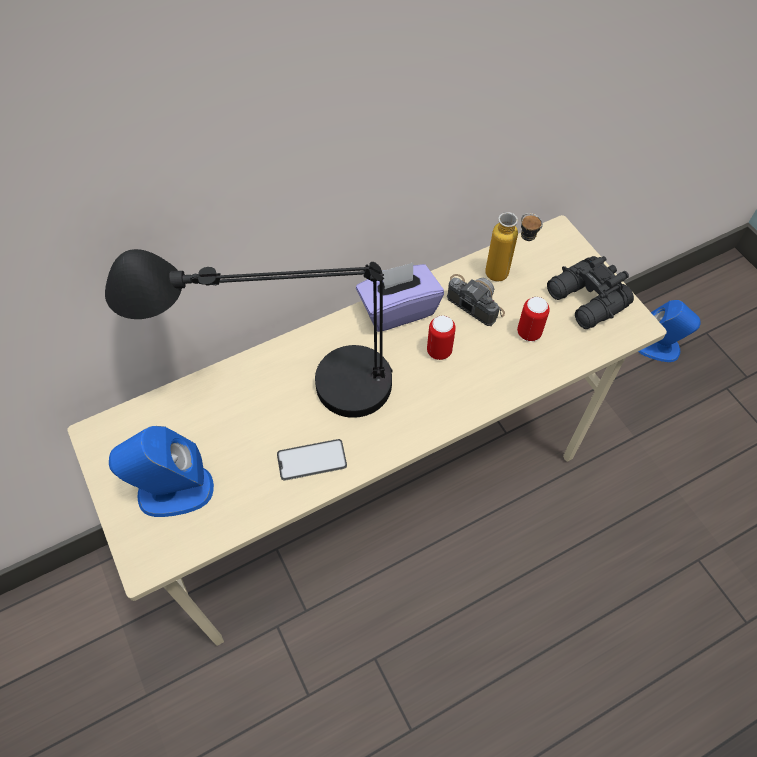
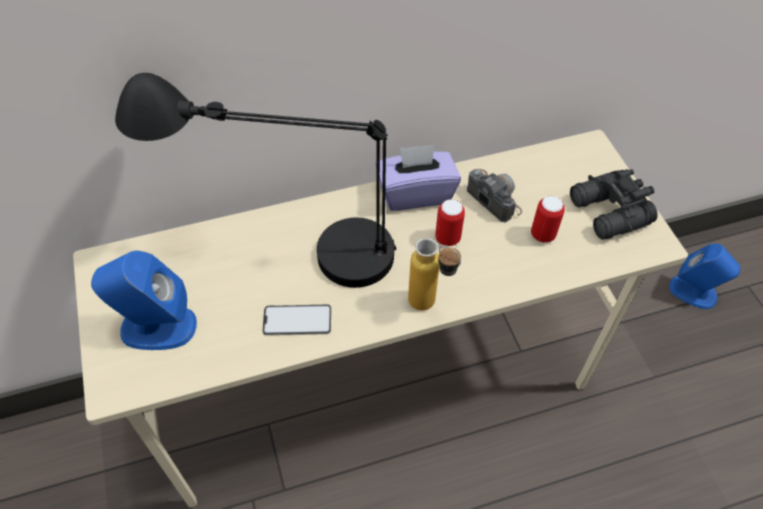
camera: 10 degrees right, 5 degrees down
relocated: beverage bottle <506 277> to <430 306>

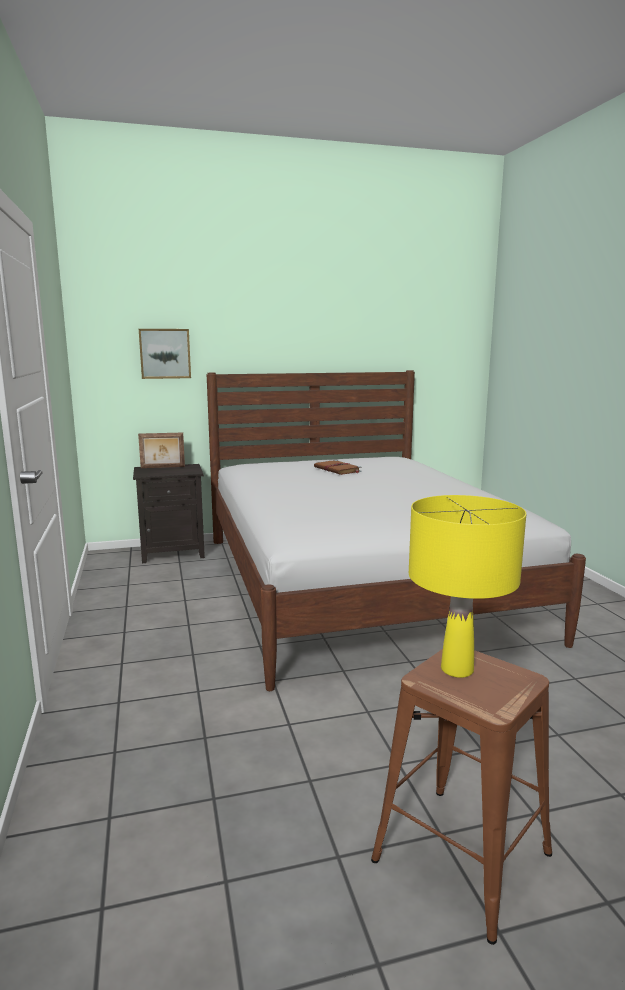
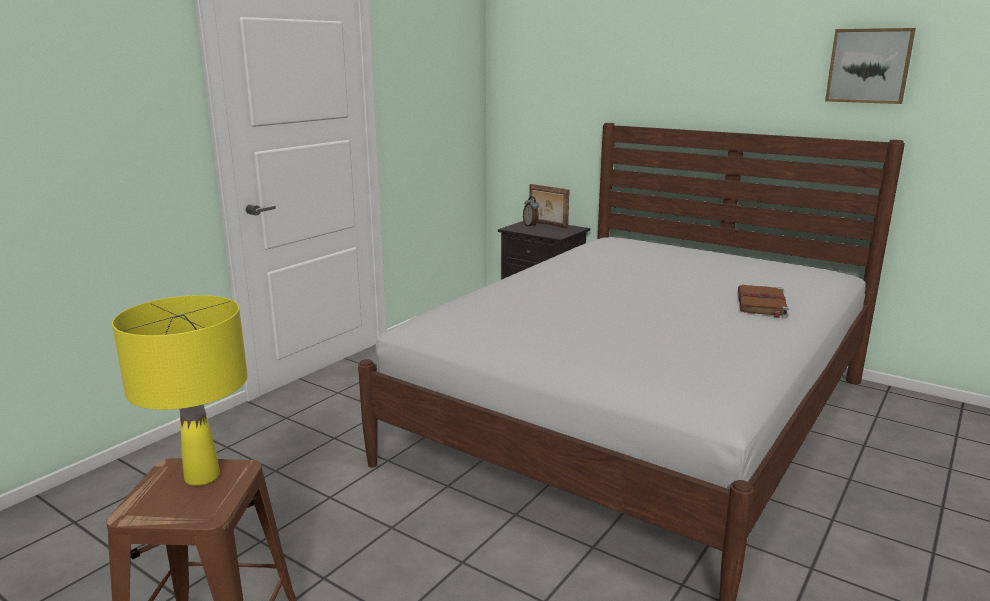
camera: 50 degrees right, 5 degrees up
appeared: bedside clock <531 226>
relocated: wall picture <165 353> to <869 66>; brownish book <338 470> to <761 304>

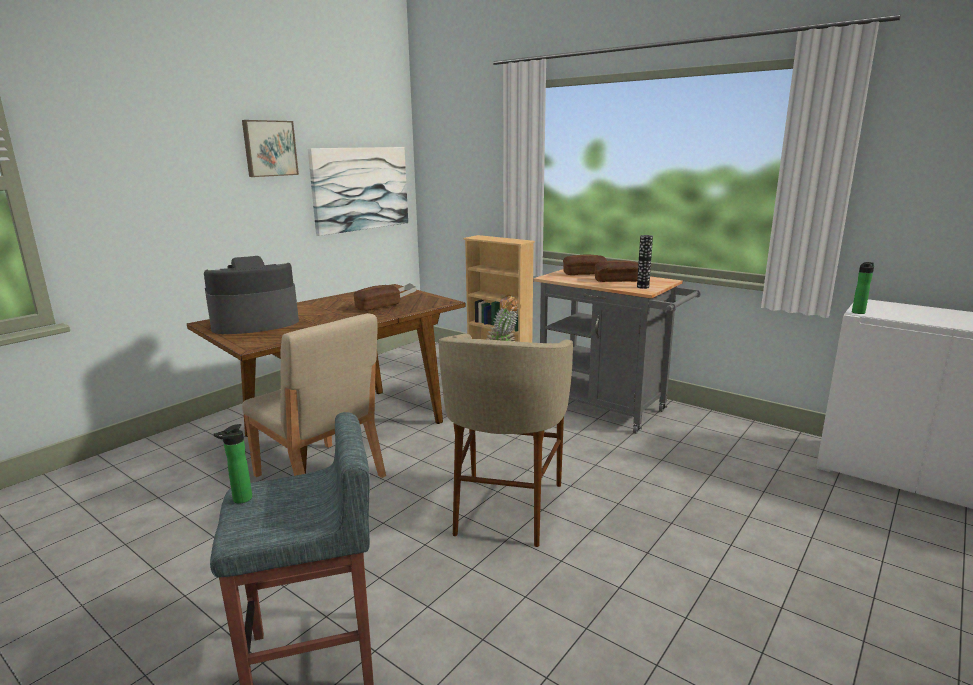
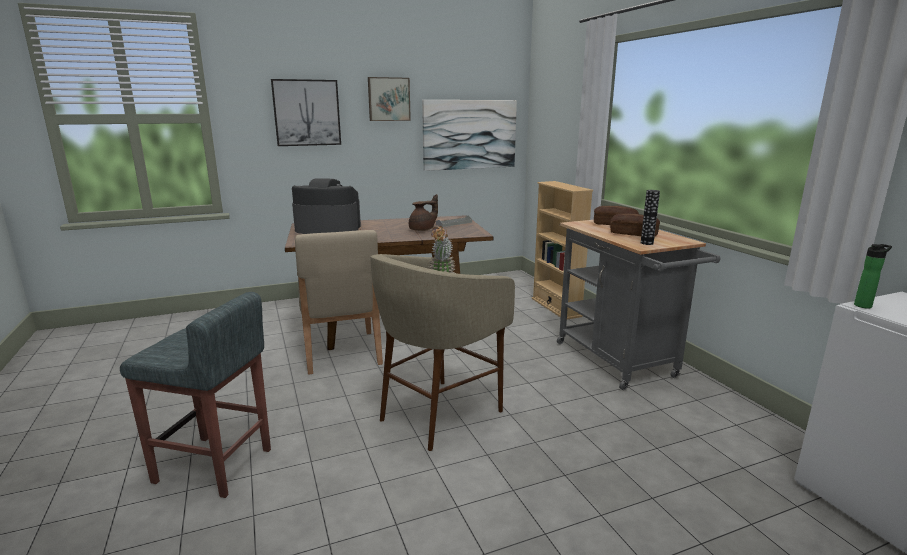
camera: 30 degrees right, 0 degrees up
missing: beverage bottle <240 500>
appeared: wall picture <307 113>
exchanged: baked bread <377 306> to brownish tea pot <423 230>

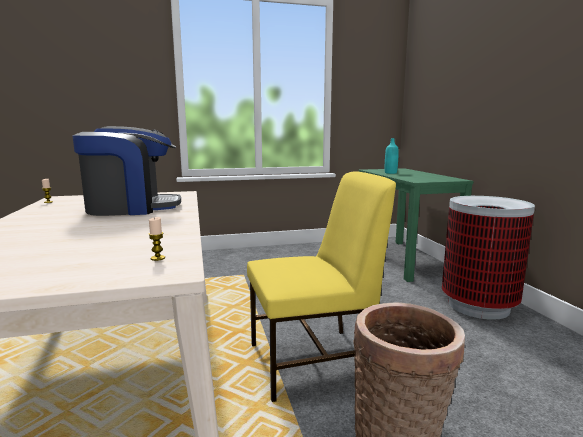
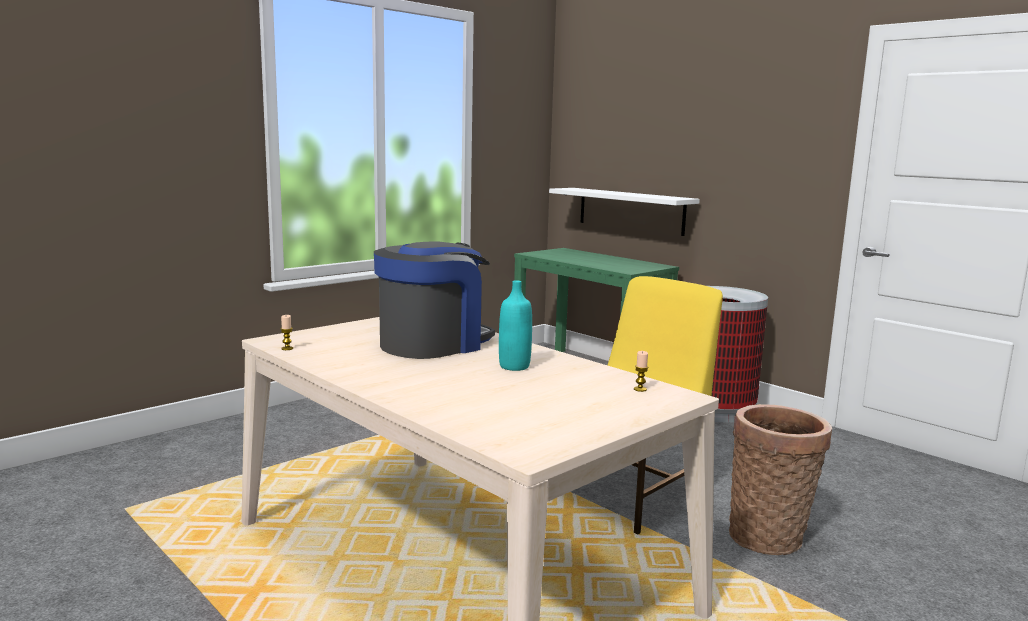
camera: 30 degrees left, 0 degrees up
appeared: white-coloured bracket shelf <630 210>
relocated: blue-green beverage bottle <390 173> to <514 366>

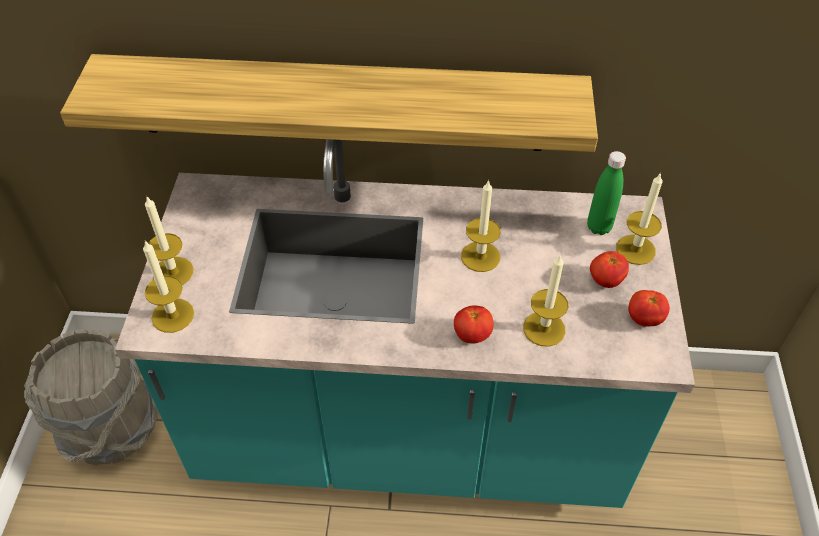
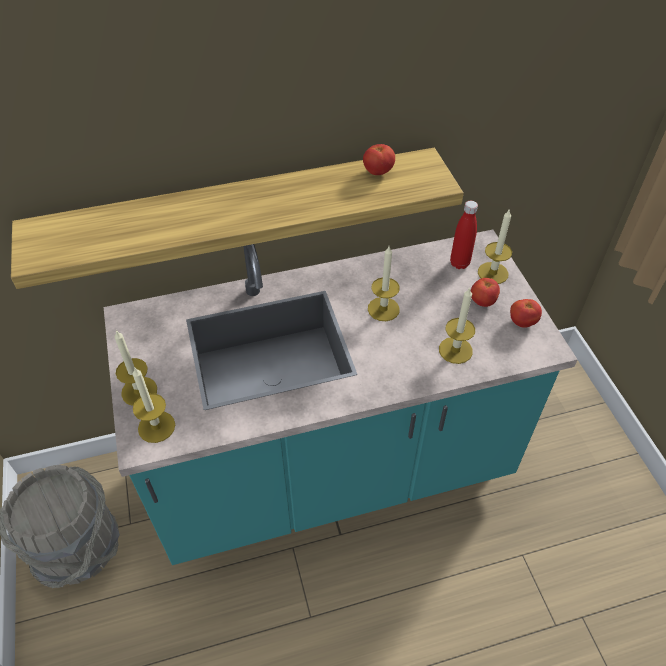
camera: 20 degrees left, 0 degrees up
relocated: fresh tomato <472 335> to <378 172>
colour: green beverage bottle <599 227> to red beverage bottle <459 263>

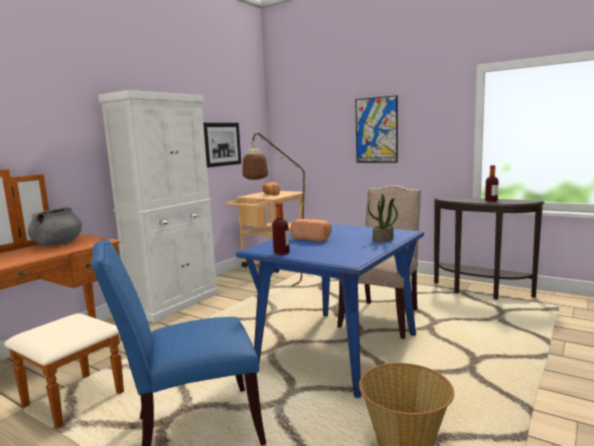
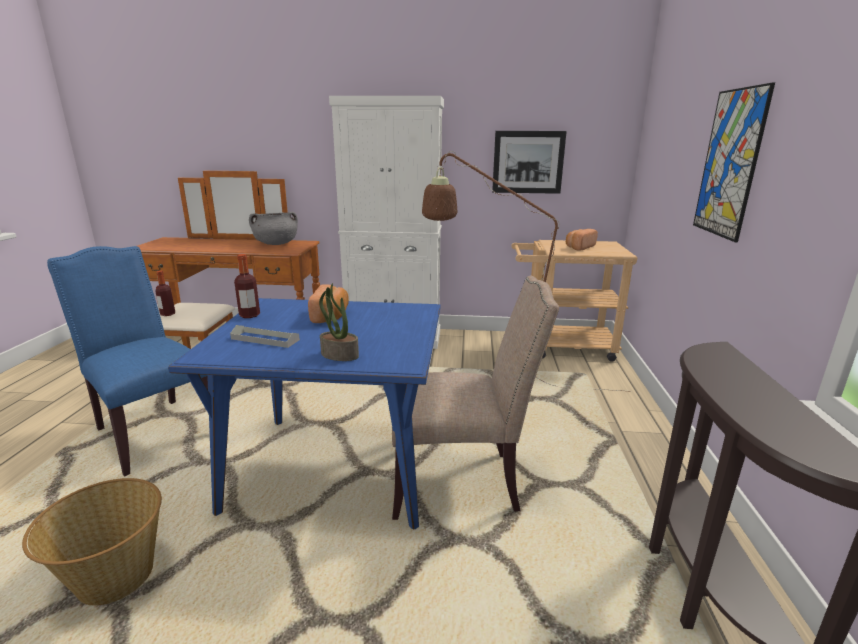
camera: 60 degrees right, 10 degrees up
appeared: greyish carrying tray <265 339>
relocated: beverage bottle <491 201> to <168 314>

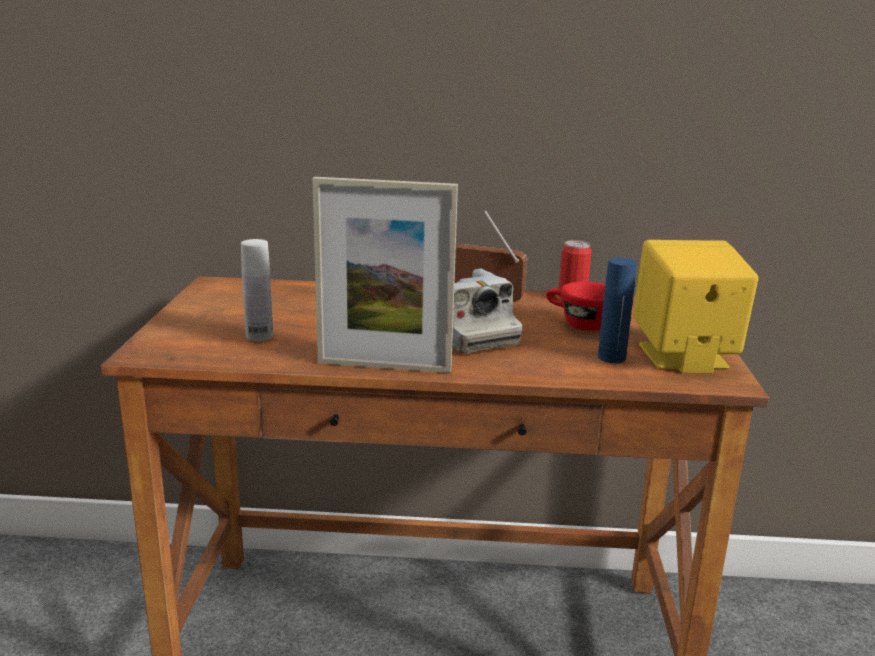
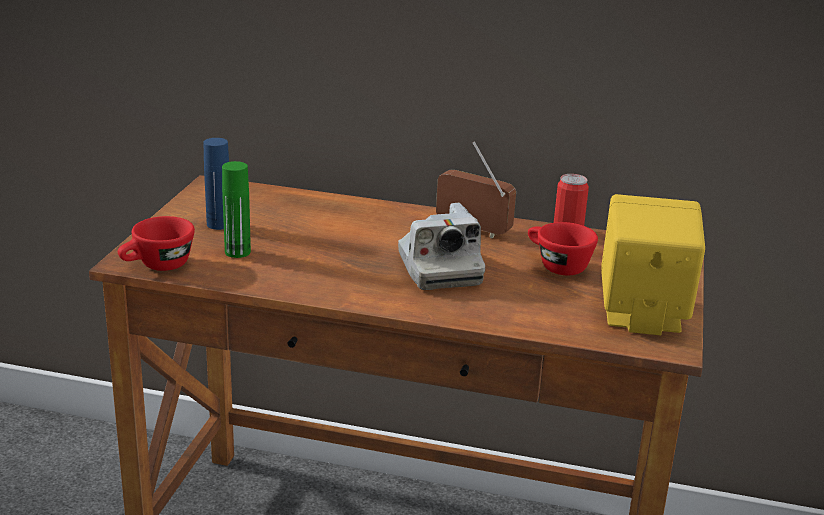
camera: 10 degrees right, 5 degrees up
missing: picture frame <384 366>
appeared: red drinking cup <157 266>
relocated: blue beverage bottle <611 357> to <219 224>
colour: white-coloured beverage bottle <259 336> to green beverage bottle <237 252>

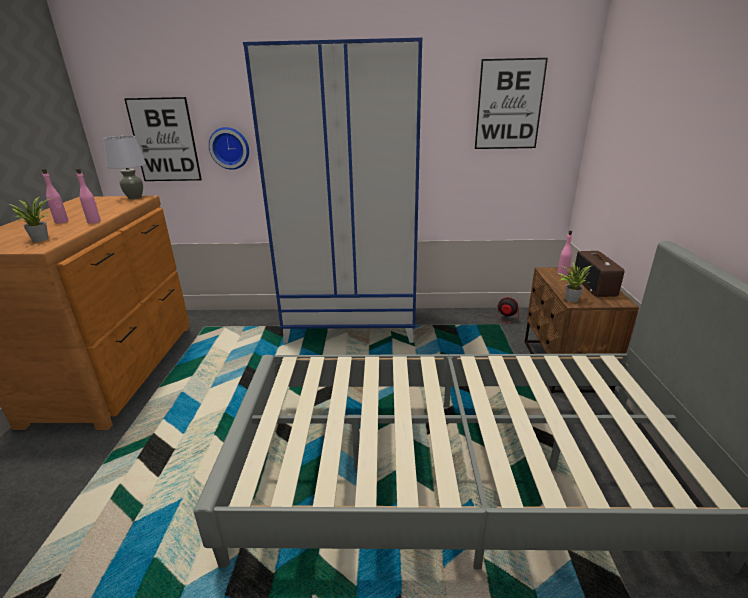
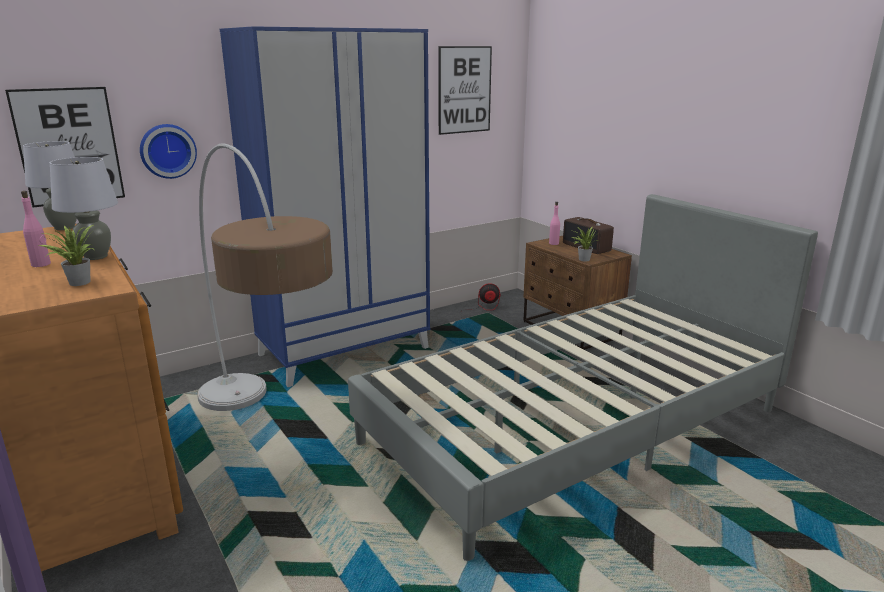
camera: 35 degrees left, 5 degrees down
appeared: standing lamp <266 436>
exchanged: pinkish beverage bottle <94 221> to greyish lamp for a table <96 257>

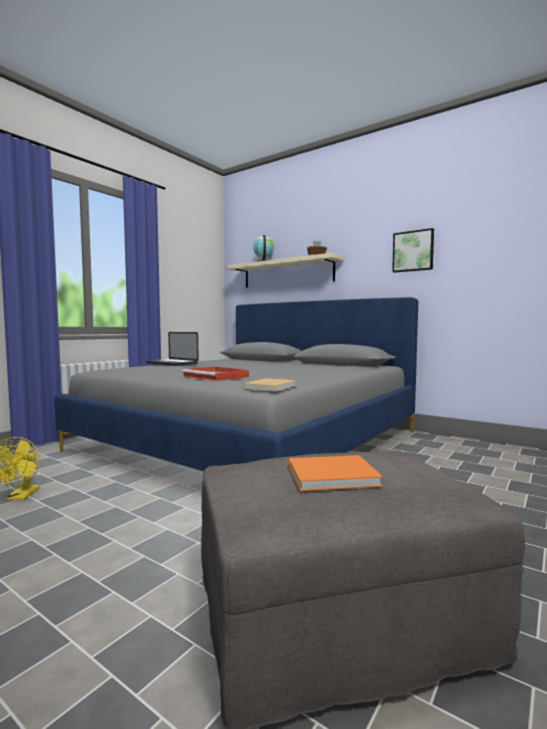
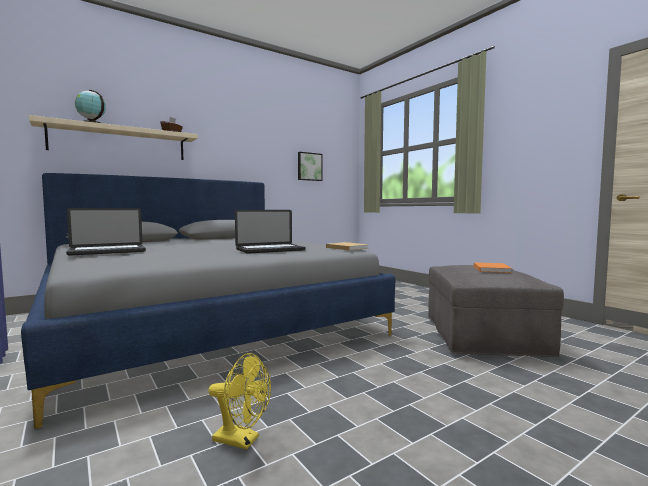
camera: 70 degrees left, 0 degrees up
relocated: wall picture <413 251> to <309 166>
exchanged: red carrying tray <216 376> to portable computer <270 250>

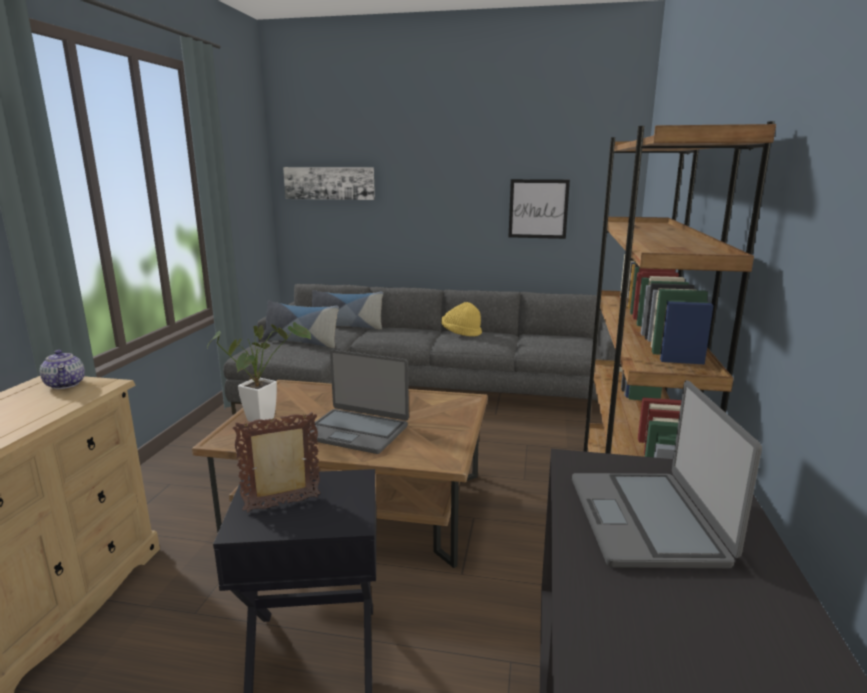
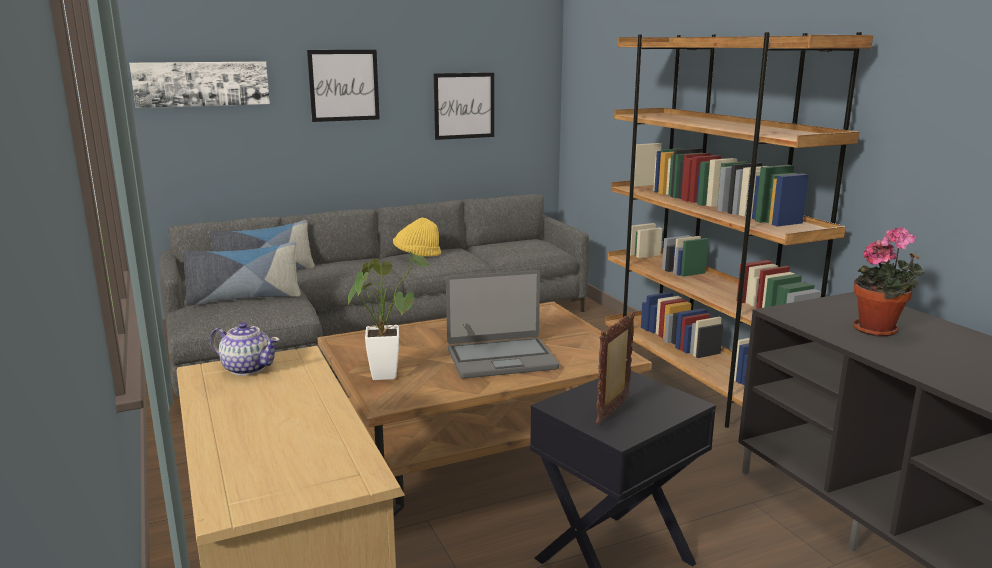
camera: 35 degrees left, 0 degrees up
appeared: wall picture <344 85>
exchanged: portable computer <647 520> to houseplant <879 330>

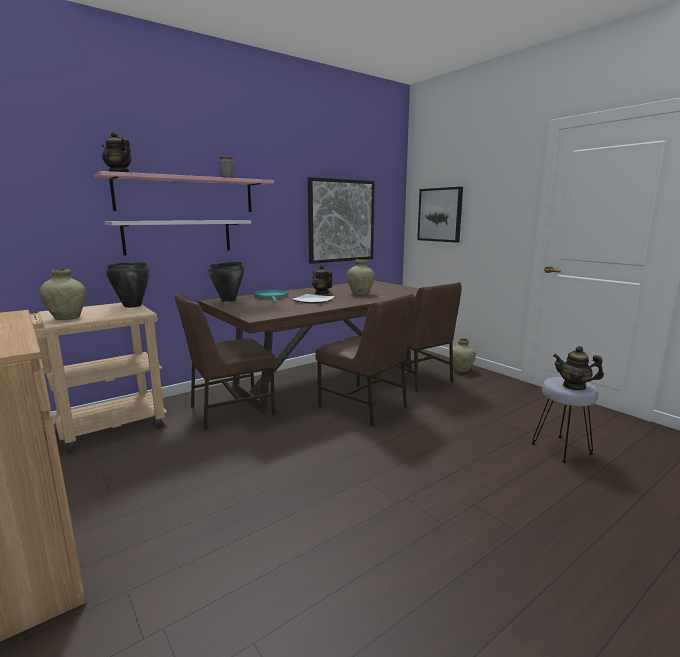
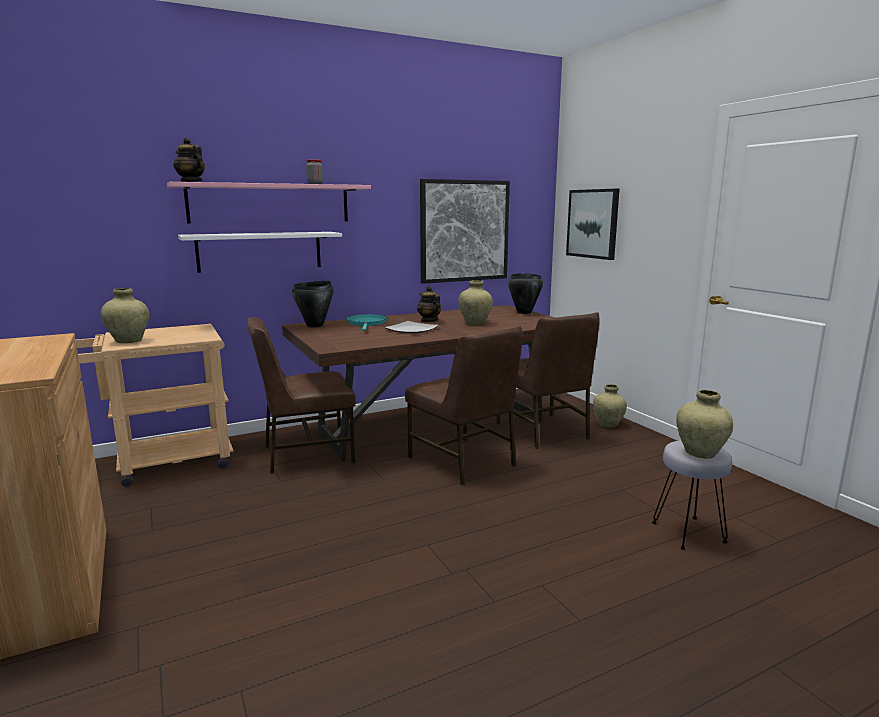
camera: 10 degrees right, 0 degrees up
relocated: black stockpot <132 306> to <523 312>
exchanged: tea pot <574 386> to beige vase <700 453>

